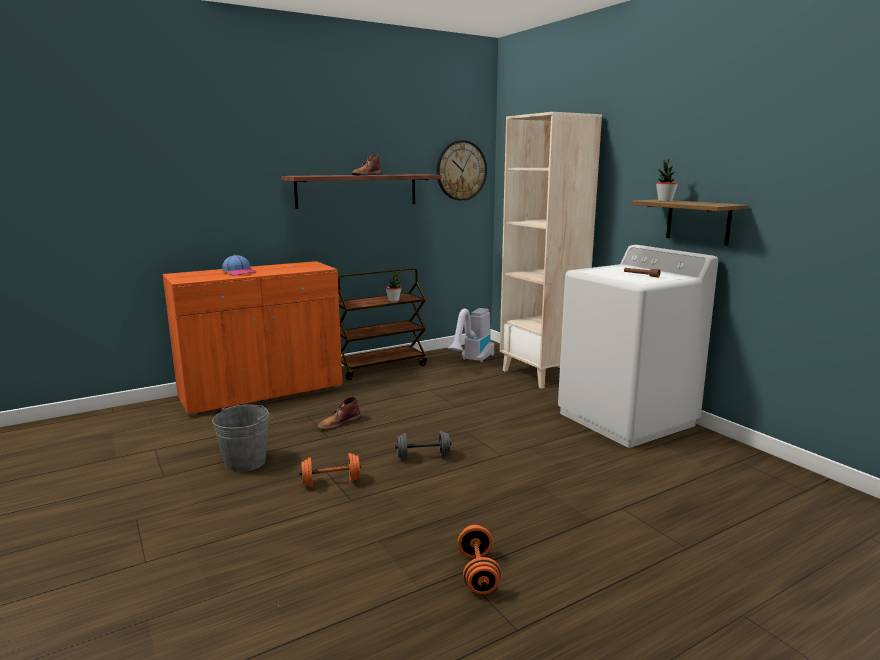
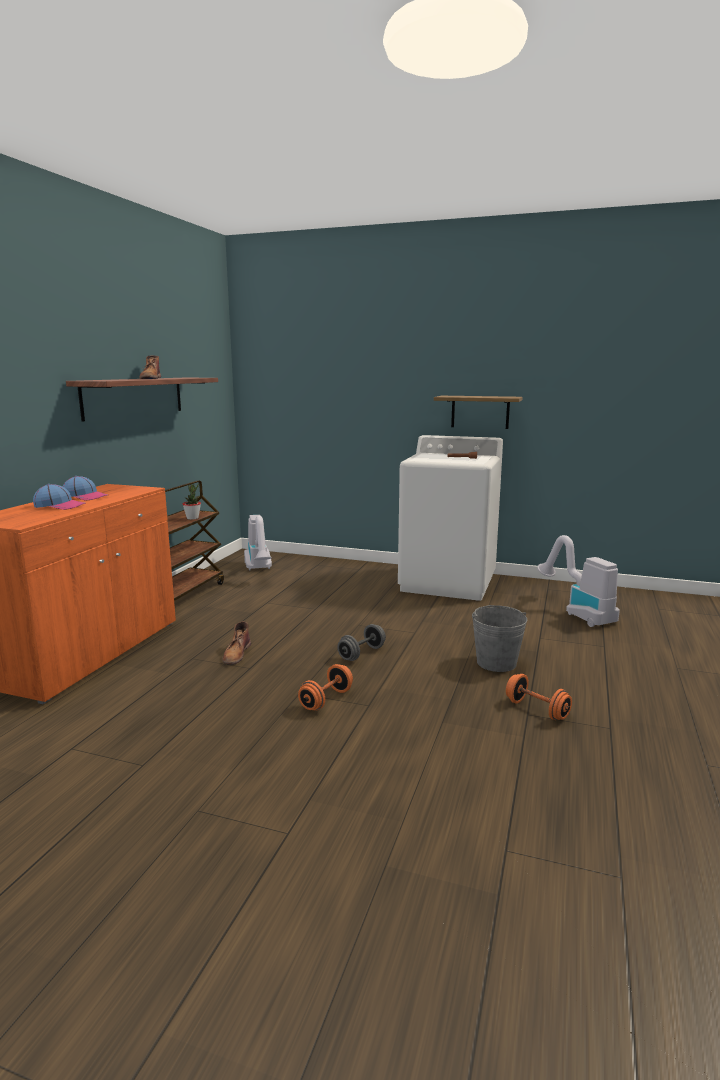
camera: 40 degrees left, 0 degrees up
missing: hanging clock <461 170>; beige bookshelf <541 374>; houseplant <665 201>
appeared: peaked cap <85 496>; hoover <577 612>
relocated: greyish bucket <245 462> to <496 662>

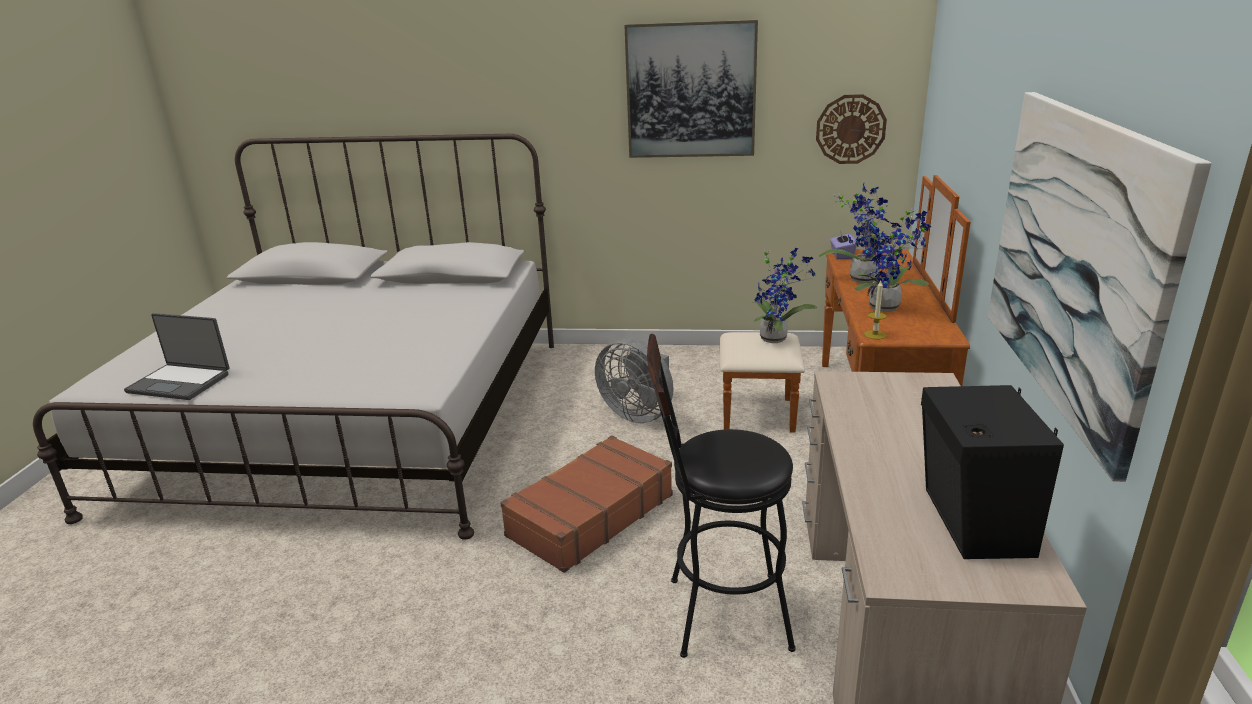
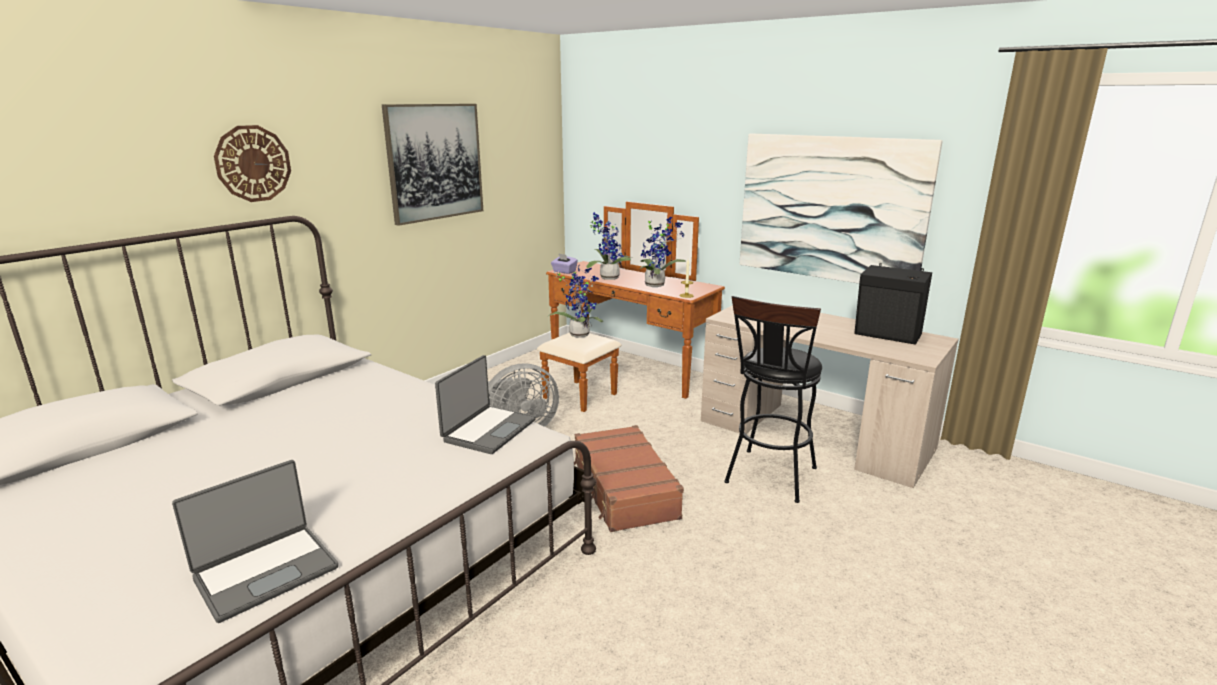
camera: 60 degrees left, 5 degrees down
appeared: portable computer <488 430>
relocated: hanging clock <850 129> to <253 163>

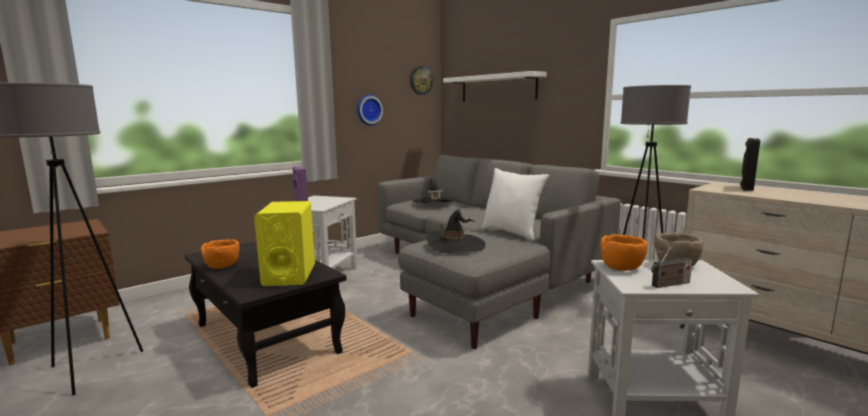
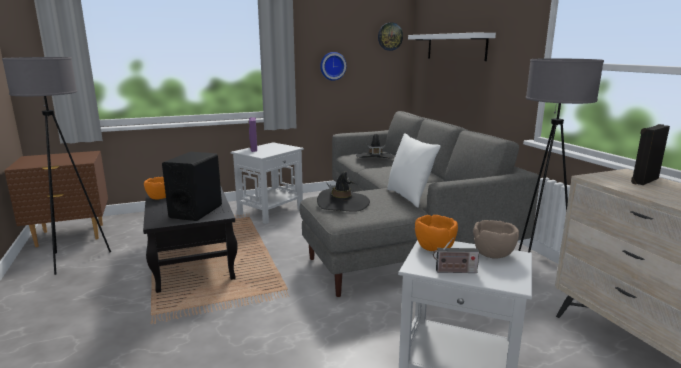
camera: 20 degrees right, 5 degrees up
colour: yellowish speaker <289 275> to black speaker <196 211>

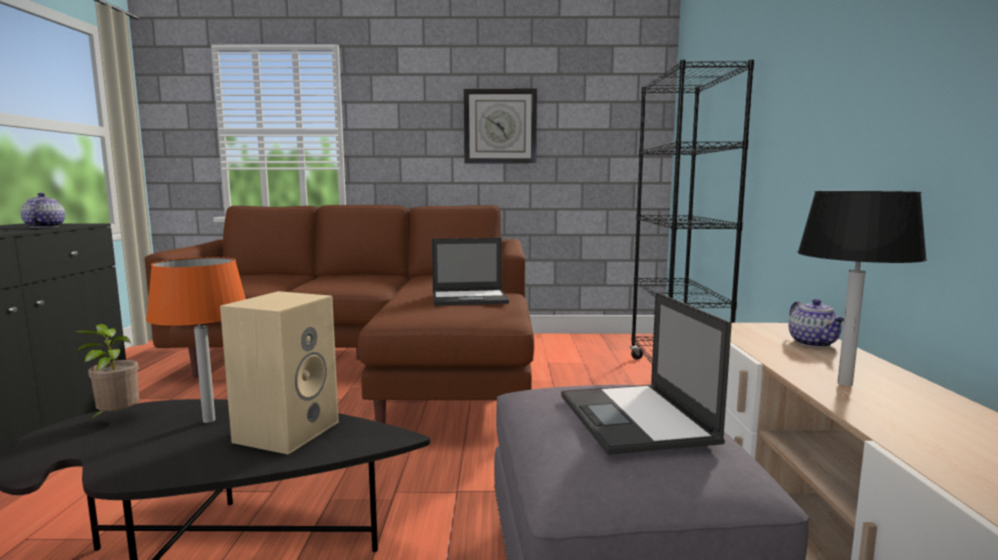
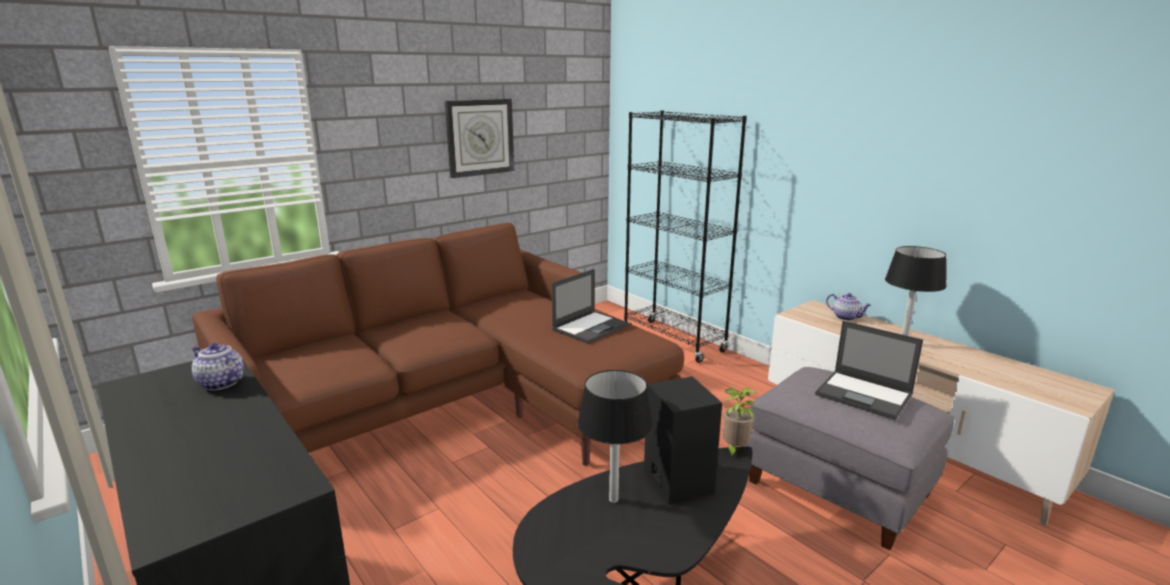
camera: 40 degrees left, 10 degrees up
relocated: houseplant <116 419> to <734 449>
colour: orangey lamp for a table <208 420> to black lamp for a table <613 500>; beige speaker <287 431> to black speaker <676 481>

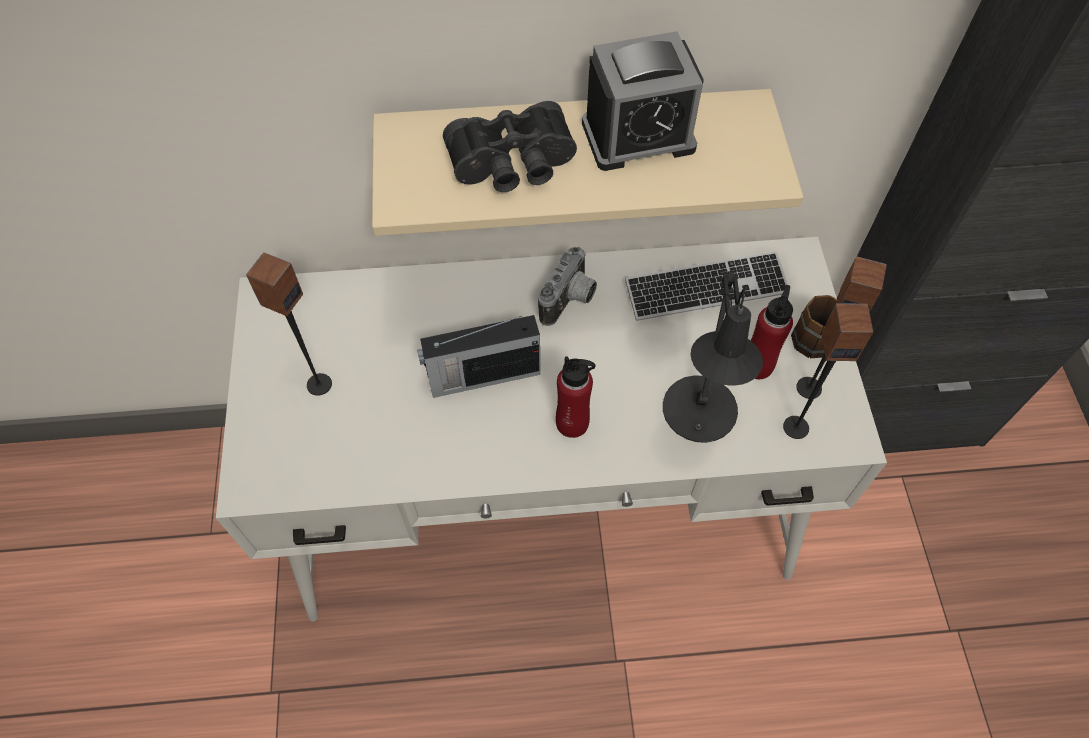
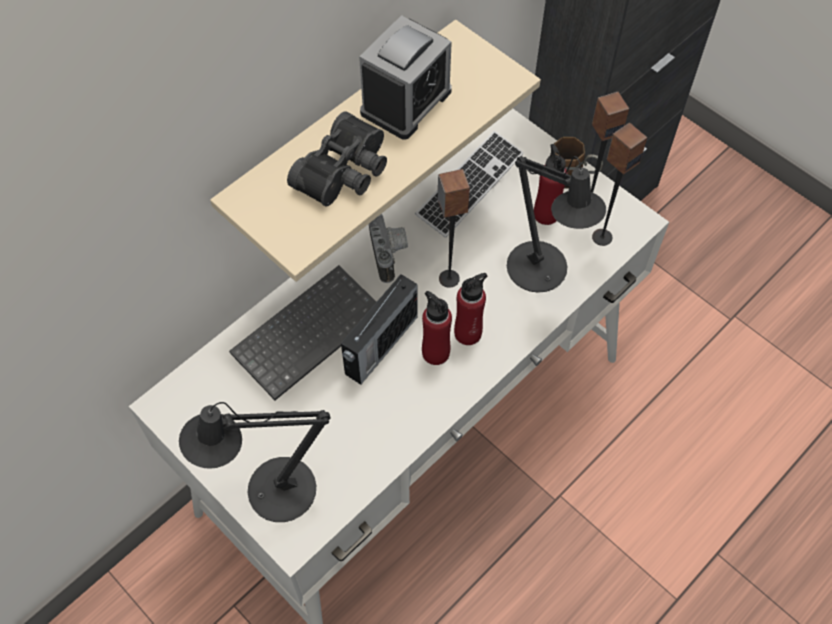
camera: 40 degrees left, 0 degrees up
appeared: black lamp for a table <271 493>; PC keyboard <308 330>; red beverage bottle <435 352>
relocated: speaker <318 384> to <448 278>

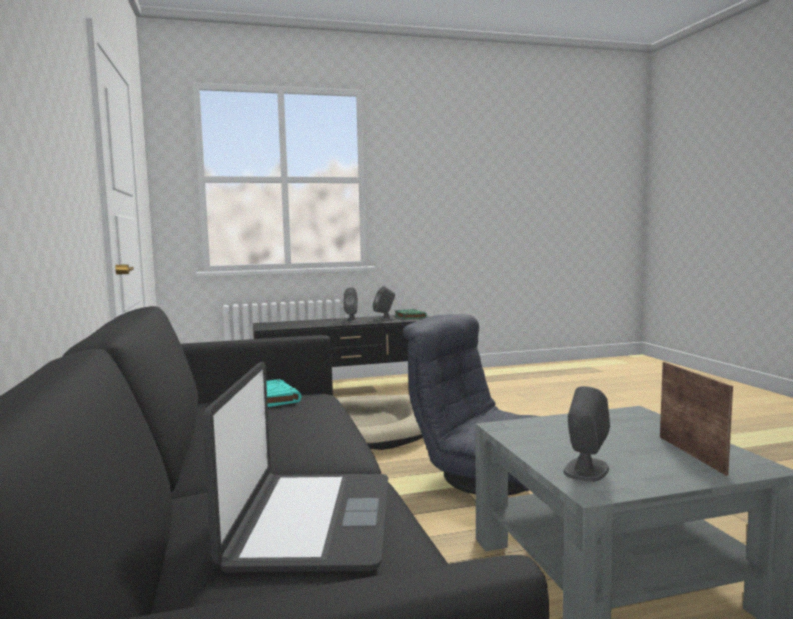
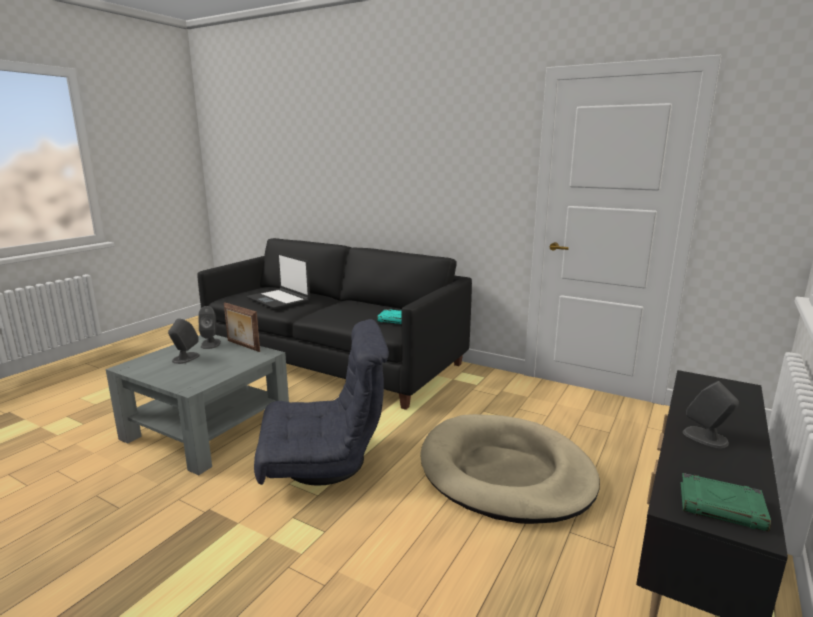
camera: 135 degrees right, 10 degrees up
relocated: greyish speaker <384 319> to <185 358>; picture frame <692 454> to <242 346>

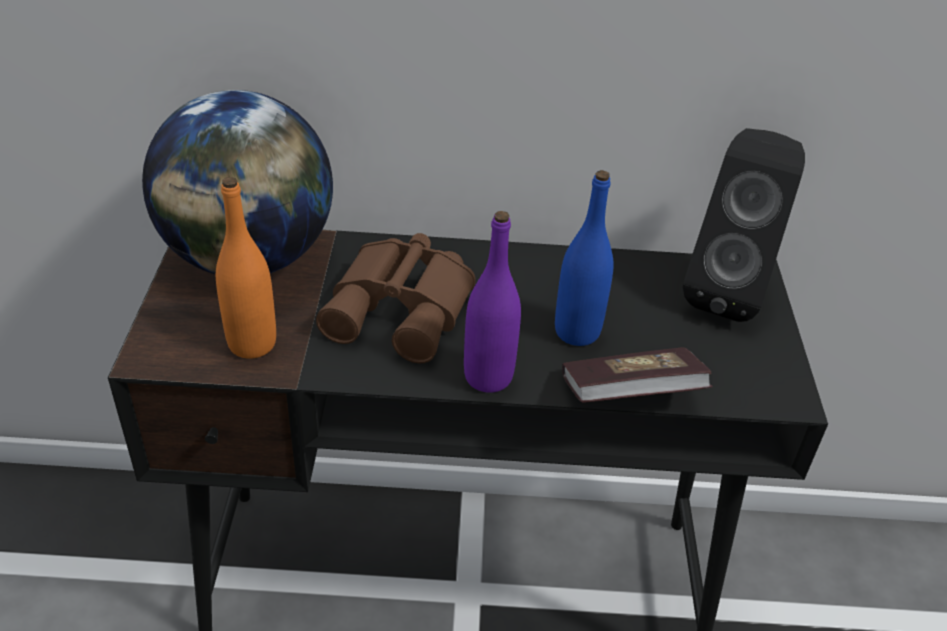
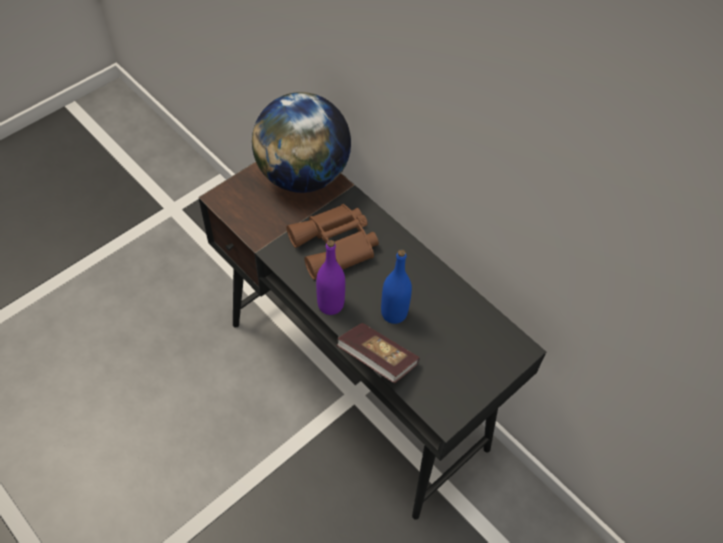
camera: 45 degrees right, 15 degrees up
missing: orangey beverage bottle <252 343>; black speaker <727 291>

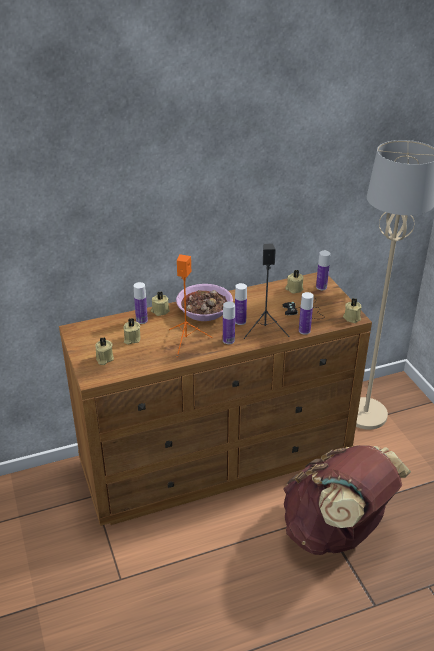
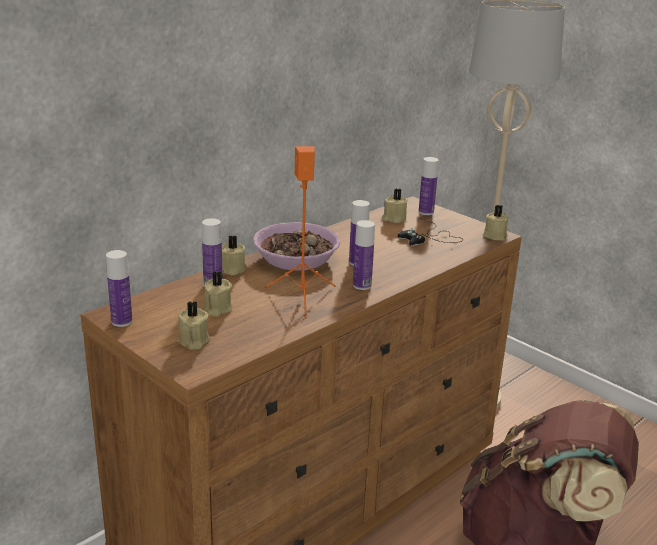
camera: 25 degrees left, 10 degrees down
missing: black speaker <265 329>
relocated: beverage bottle <304 331> to <122 321>

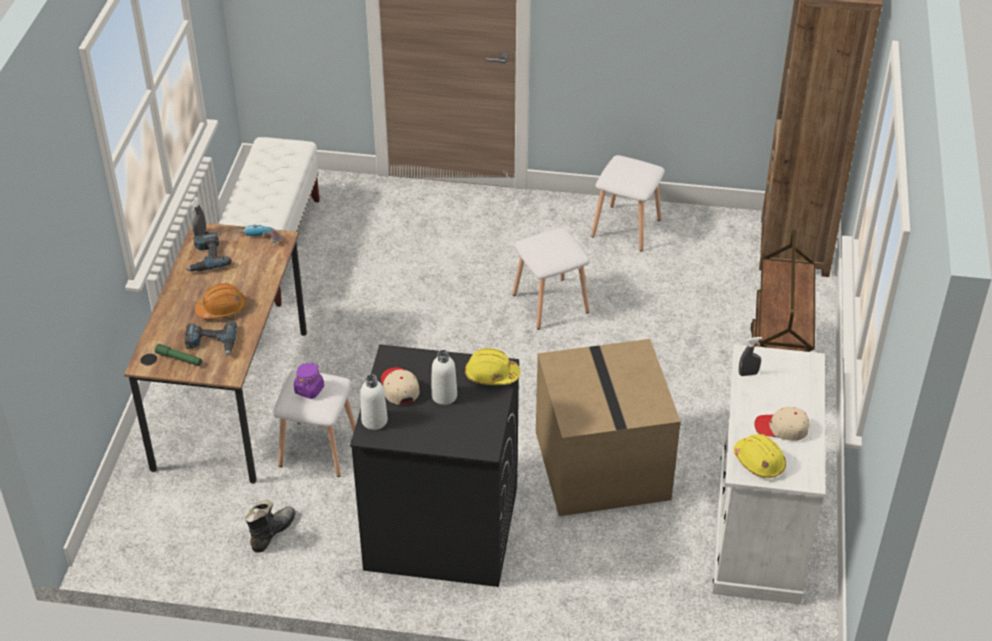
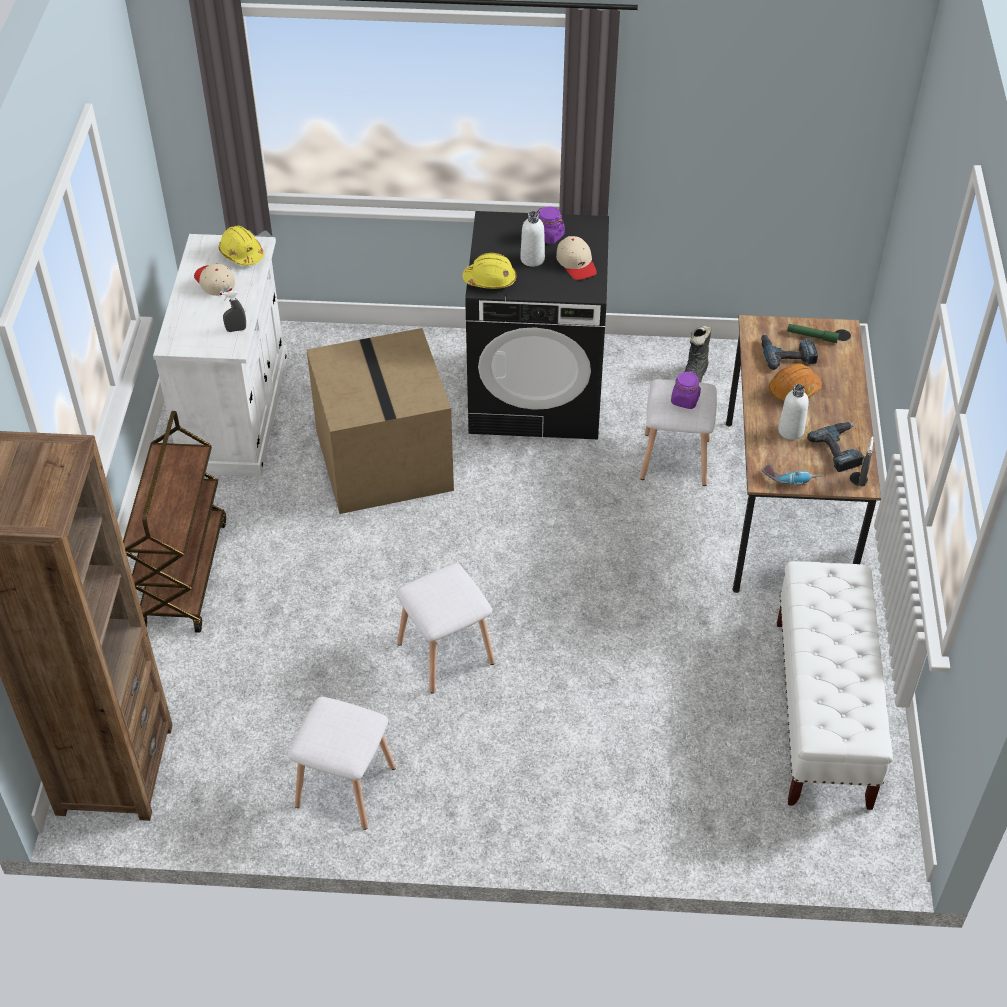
camera: 175 degrees right, 5 degrees up
appeared: purple storage jar <548 236>
relocated: white-coloured beverage bottle <374 420> to <791 431>
spun: beige peaked cap <781 428> = <214 282> 135 degrees counterclockwise

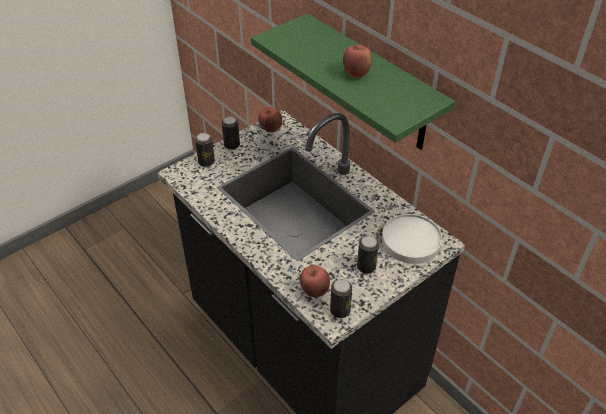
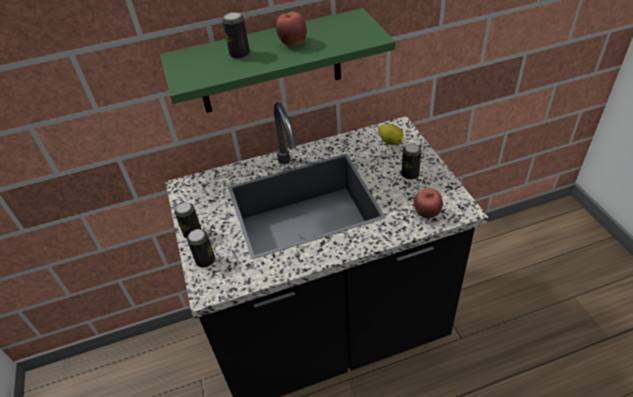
camera: 65 degrees left, 0 degrees up
missing: apple fruit <270 129>
relocated: metal can <340 310> to <240 54>
exchanged: white-coloured flat dish <411 240> to citrus fruit <390 142>

